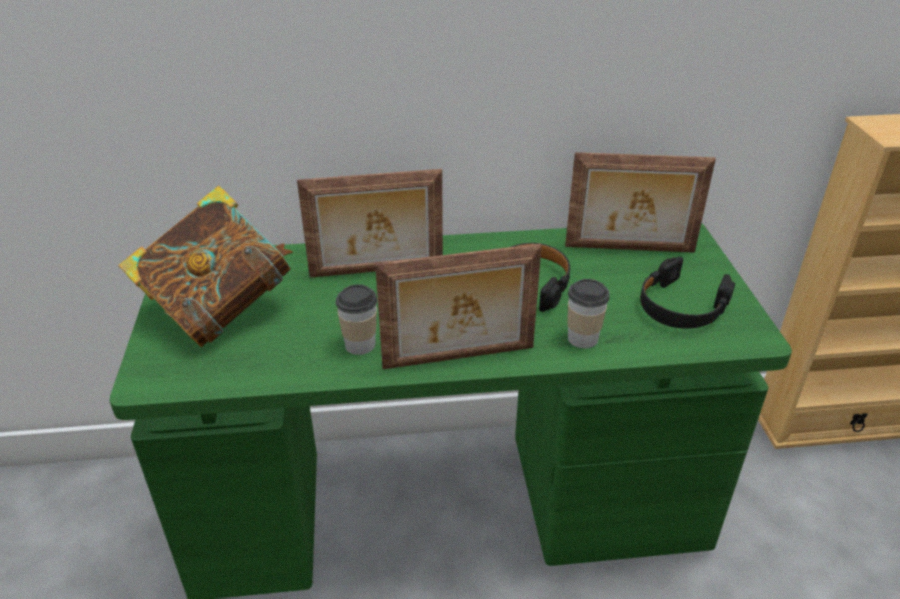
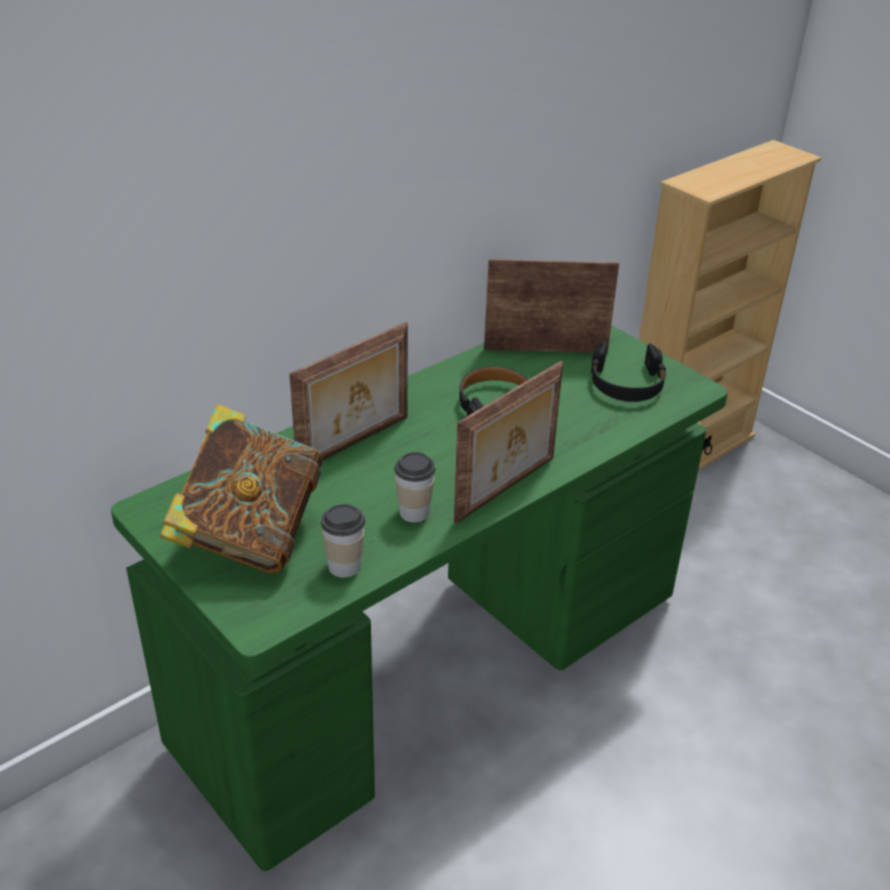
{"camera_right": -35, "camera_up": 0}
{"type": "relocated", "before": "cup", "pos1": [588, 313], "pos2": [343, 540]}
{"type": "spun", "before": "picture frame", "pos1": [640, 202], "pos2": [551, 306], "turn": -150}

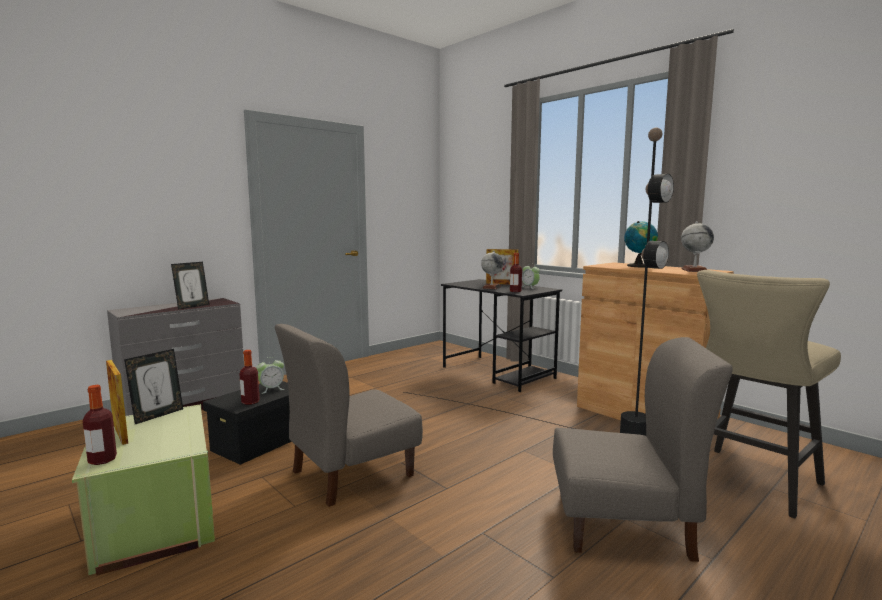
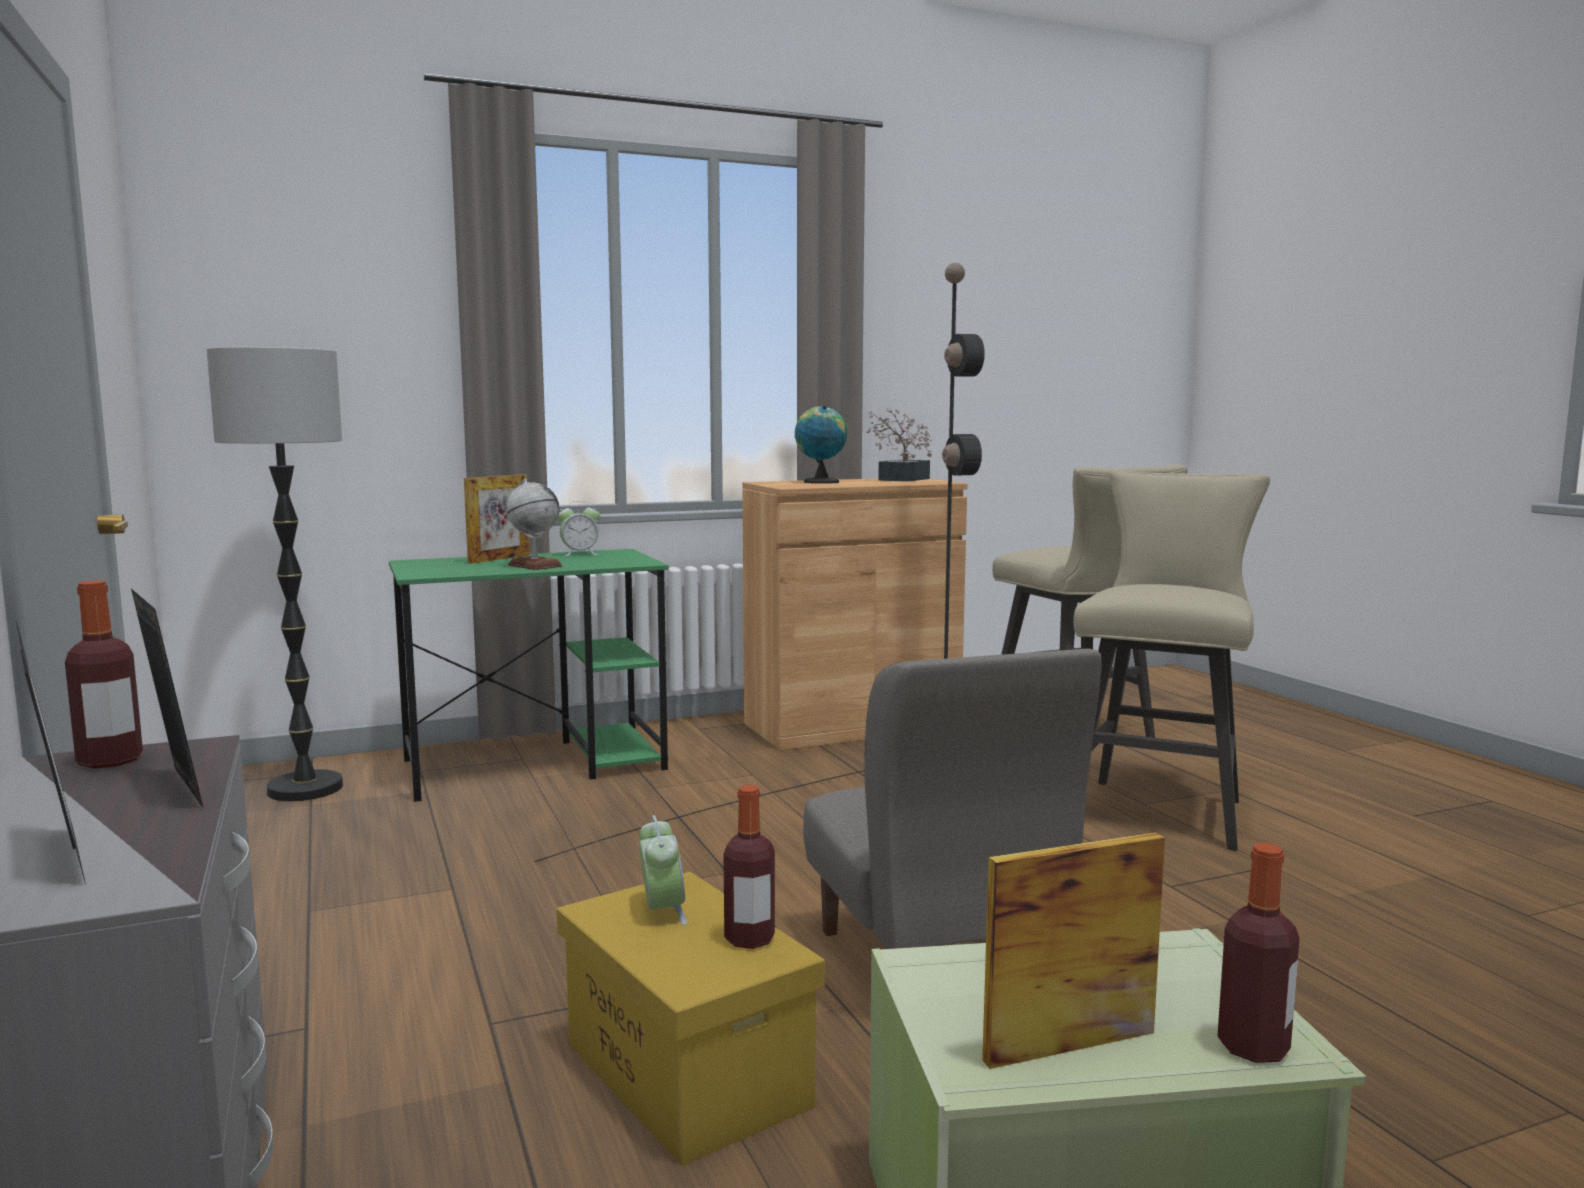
{"camera_right": -70, "camera_up": 0}
{"type": "relocated", "before": "picture frame", "pos1": [153, 386], "pos2": [51, 752]}
{"type": "relocated", "before": "bottle", "pos1": [516, 272], "pos2": [104, 674]}
{"type": "appeared", "after": "floor lamp", "pos2": [275, 574]}
{"type": "colour", "before": "desk (black)", "after": "desk (green)", "pos1": [501, 335], "pos2": [529, 675]}
{"type": "colour", "before": "storage box (black)", "after": "storage box (yellow)", "pos1": [247, 423], "pos2": [691, 1019]}
{"type": "exchanged", "before": "globe", "after": "potted plant", "pos1": [697, 246], "pos2": [899, 445]}
{"type": "exchanged", "before": "chair (grey)", "after": "stool (beige)", "pos1": [643, 449], "pos2": [1172, 661]}

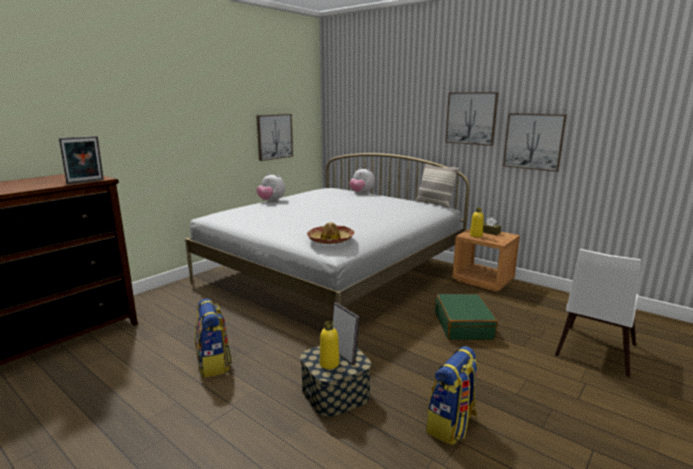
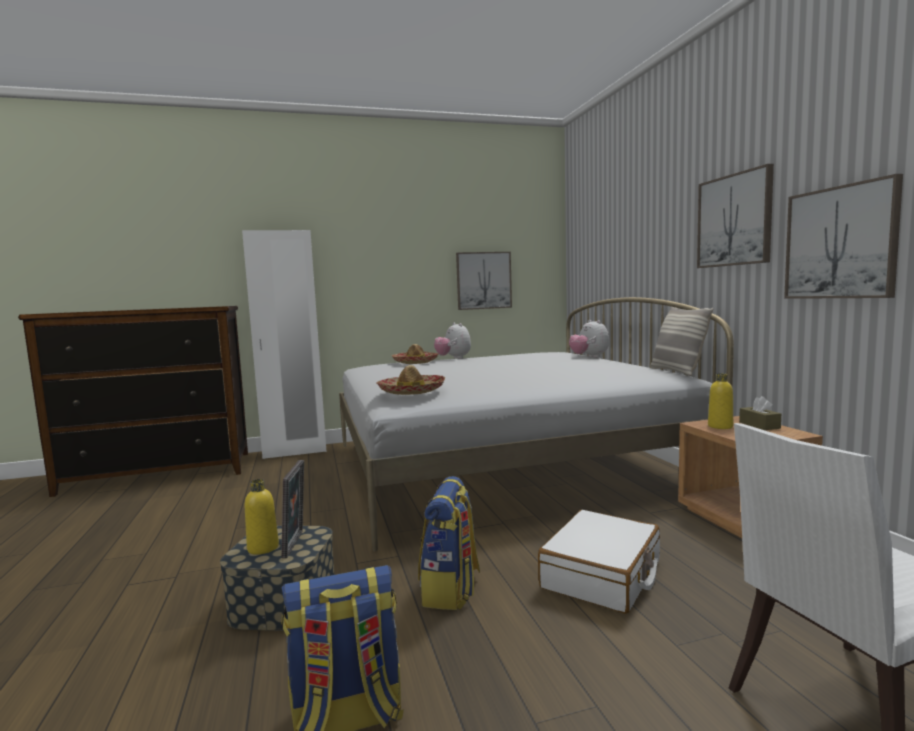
{"camera_right": 35, "camera_up": -10}
{"type": "appeared", "after": "wardrobe (white)", "pos2": [284, 344]}
{"type": "appeared", "after": "hat", "pos2": [415, 354]}
{"type": "relocated", "before": "backpack", "pos1": [213, 338], "pos2": [449, 543]}
{"type": "colour", "before": "suitcase (green)", "after": "suitcase (white)", "pos1": [466, 317], "pos2": [599, 562]}
{"type": "missing", "before": "picture frame", "pos1": [81, 160]}

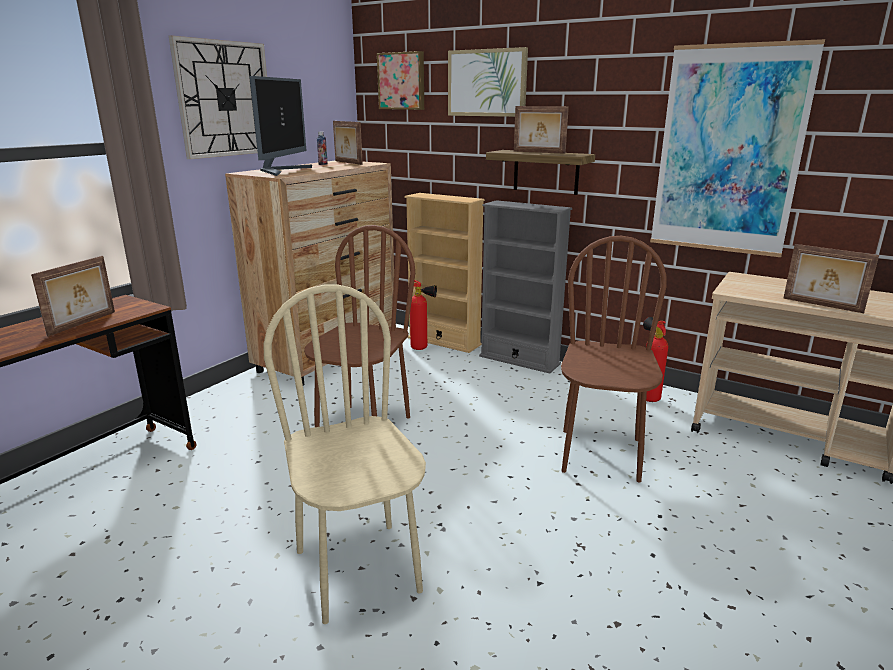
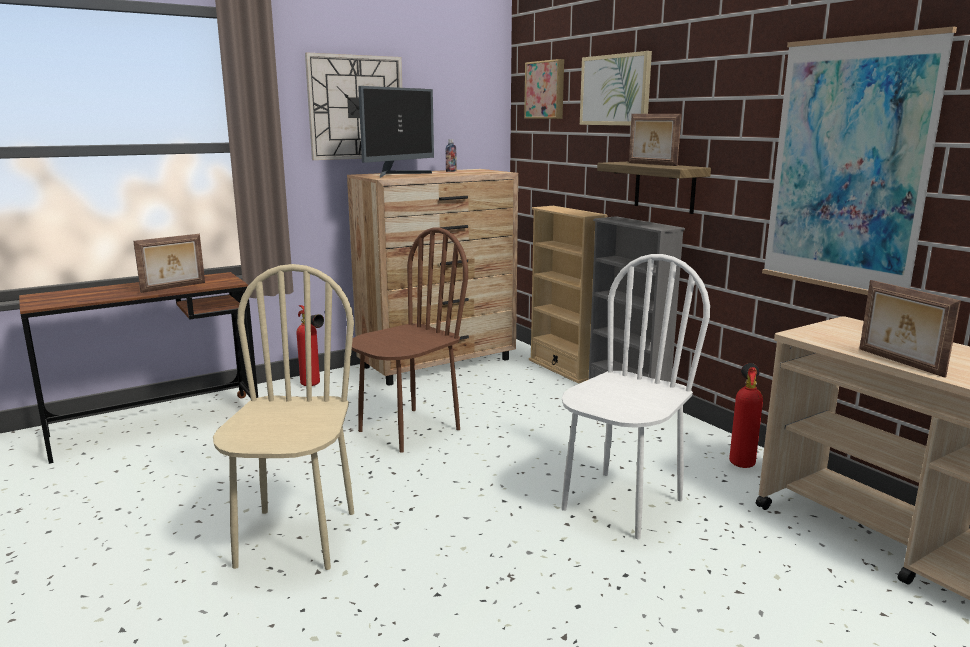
{"camera_right": 25, "camera_up": -5}
{"type": "relocated", "before": "fire extinguisher", "pos1": [423, 315], "pos2": [310, 345]}
{"type": "colour", "before": "chair (brown)", "after": "chair (white)", "pos1": [614, 359], "pos2": [635, 396]}
{"type": "missing", "before": "picture frame", "pos1": [348, 143]}

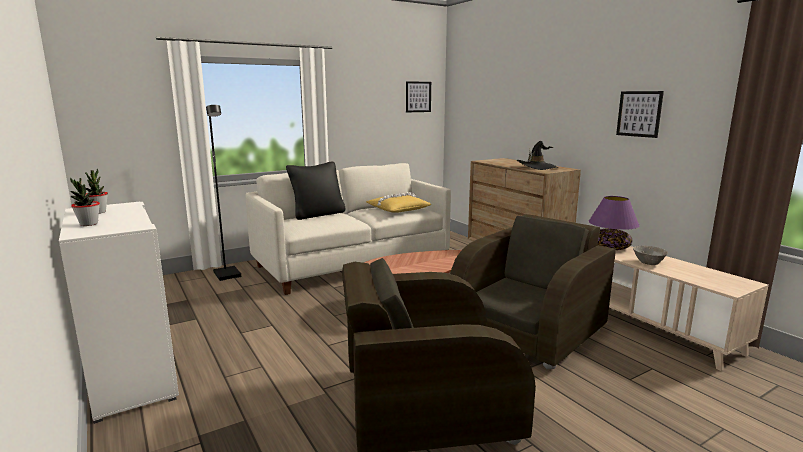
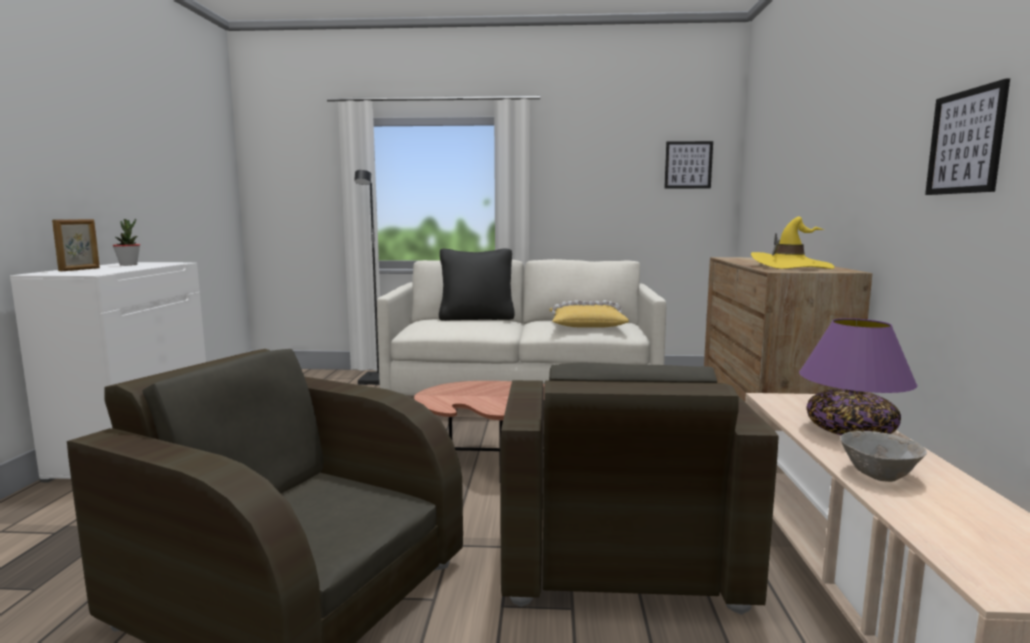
{"camera_right": 35, "camera_up": -5}
{"type": "exchanged", "before": "potted plant", "after": "picture frame", "pos1": [85, 202], "pos2": [76, 245]}
{"type": "spun", "before": "armchair (brown)", "pos1": [533, 291], "pos2": [639, 489], "turn": 105}
{"type": "colour", "before": "hat (black)", "after": "hat (yellow)", "pos1": [537, 155], "pos2": [793, 243]}

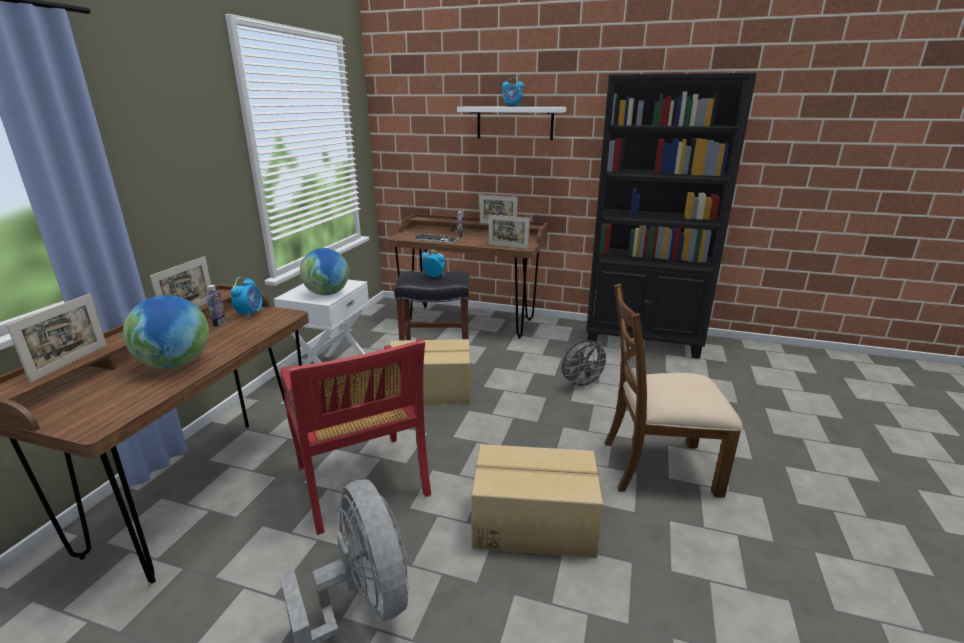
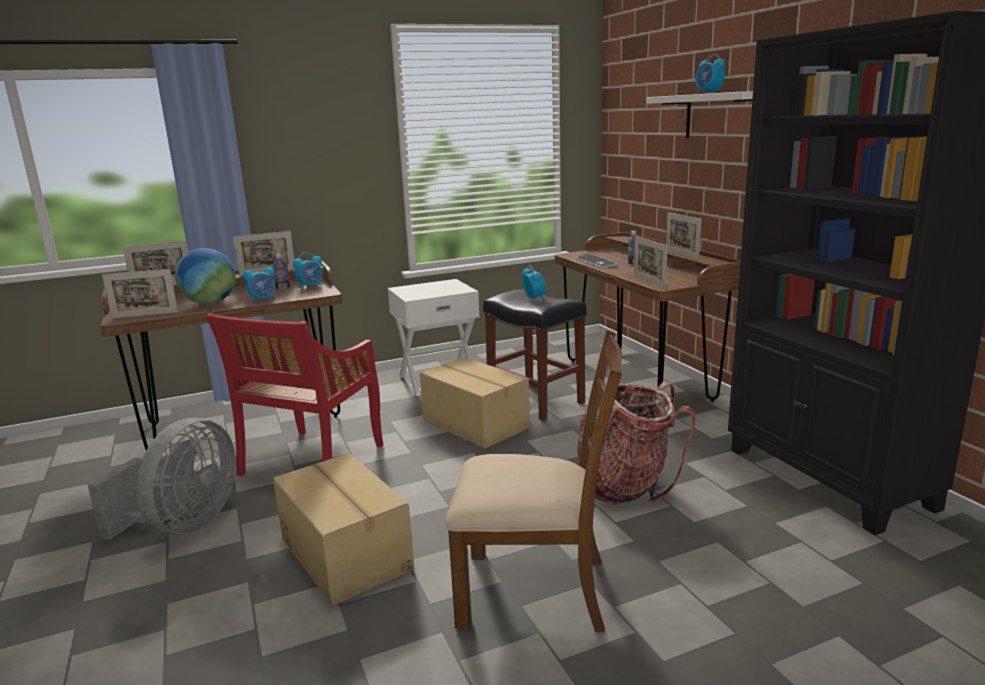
{"camera_right": 50, "camera_up": -5}
{"type": "appeared", "after": "picture frame", "pos2": [140, 293]}
{"type": "appeared", "after": "alarm clock", "pos2": [259, 283]}
{"type": "spun", "before": "chair (brown)", "pos1": [673, 390], "pos2": [533, 480], "turn": 135}
{"type": "exchanged", "before": "fan (grey)", "after": "backpack", "pos1": [586, 365], "pos2": [636, 443]}
{"type": "missing", "before": "globe", "pos1": [324, 271]}

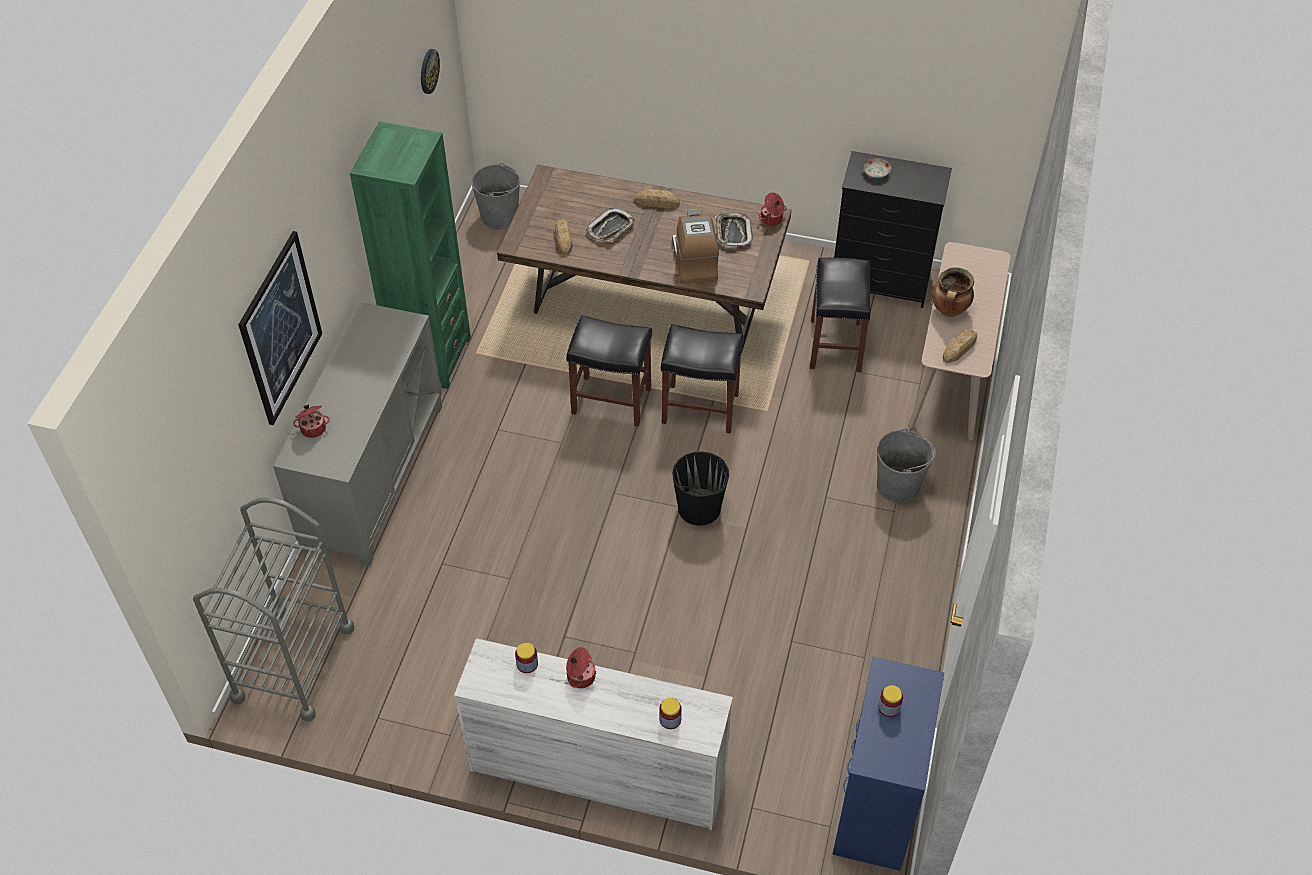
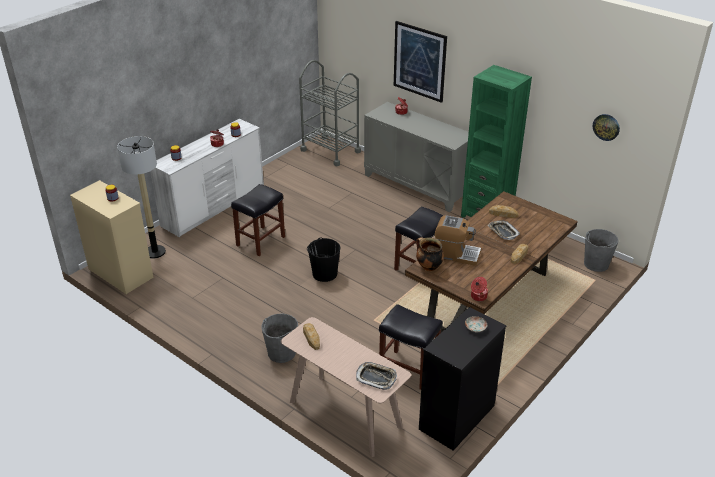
{"camera_right": 115, "camera_up": -15}
{"type": "colour", "before": "dresser (blue)", "after": "dresser (beige)", "pos1": [888, 764], "pos2": [112, 237]}
{"type": "appeared", "after": "floor lamp", "pos2": [141, 197]}
{"type": "relocated", "before": "stool (black)", "pos1": [702, 378], "pos2": [258, 220]}
{"type": "relocated", "before": "tray", "pos1": [734, 230], "pos2": [376, 376]}
{"type": "relocated", "before": "cooking pot", "pos1": [953, 292], "pos2": [430, 254]}

